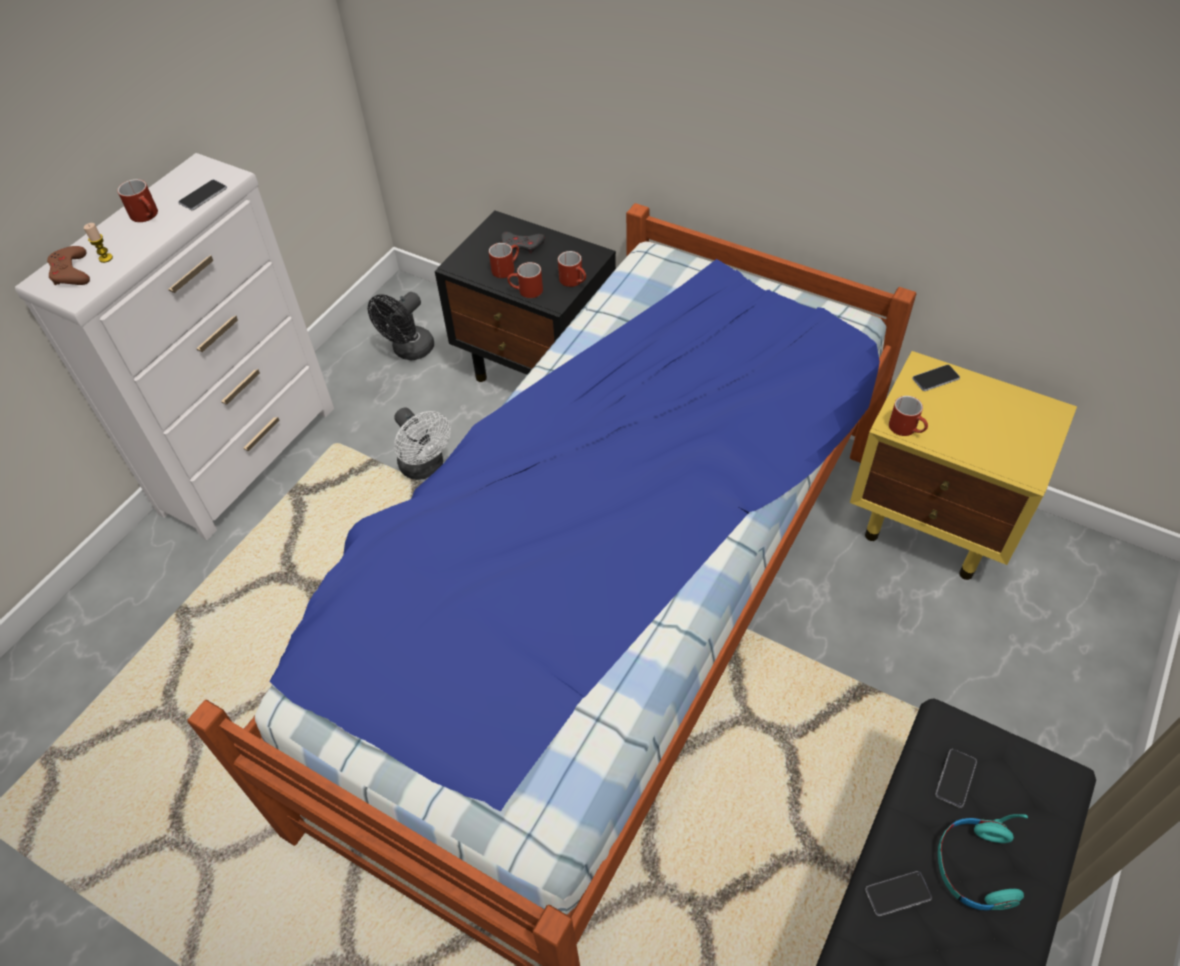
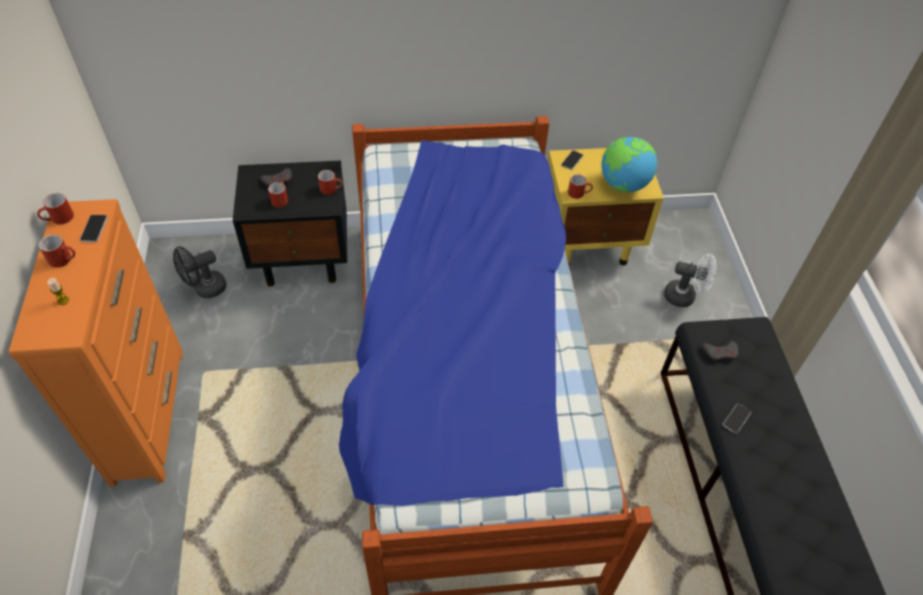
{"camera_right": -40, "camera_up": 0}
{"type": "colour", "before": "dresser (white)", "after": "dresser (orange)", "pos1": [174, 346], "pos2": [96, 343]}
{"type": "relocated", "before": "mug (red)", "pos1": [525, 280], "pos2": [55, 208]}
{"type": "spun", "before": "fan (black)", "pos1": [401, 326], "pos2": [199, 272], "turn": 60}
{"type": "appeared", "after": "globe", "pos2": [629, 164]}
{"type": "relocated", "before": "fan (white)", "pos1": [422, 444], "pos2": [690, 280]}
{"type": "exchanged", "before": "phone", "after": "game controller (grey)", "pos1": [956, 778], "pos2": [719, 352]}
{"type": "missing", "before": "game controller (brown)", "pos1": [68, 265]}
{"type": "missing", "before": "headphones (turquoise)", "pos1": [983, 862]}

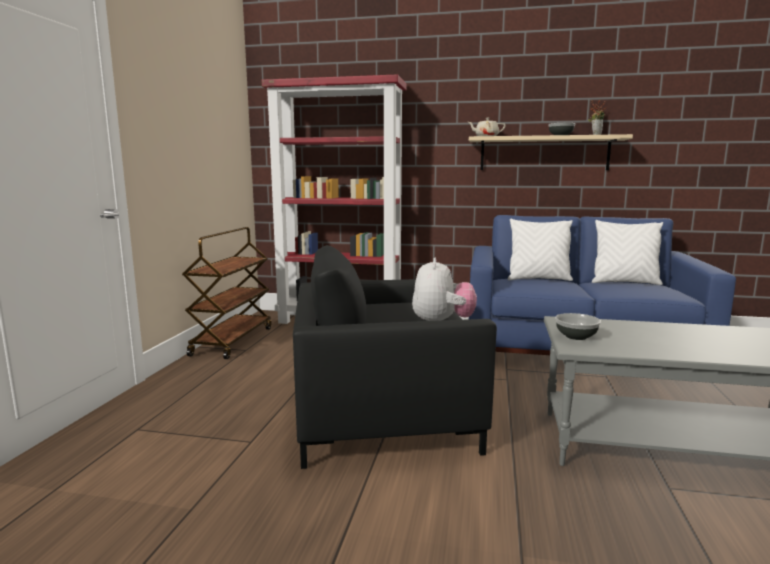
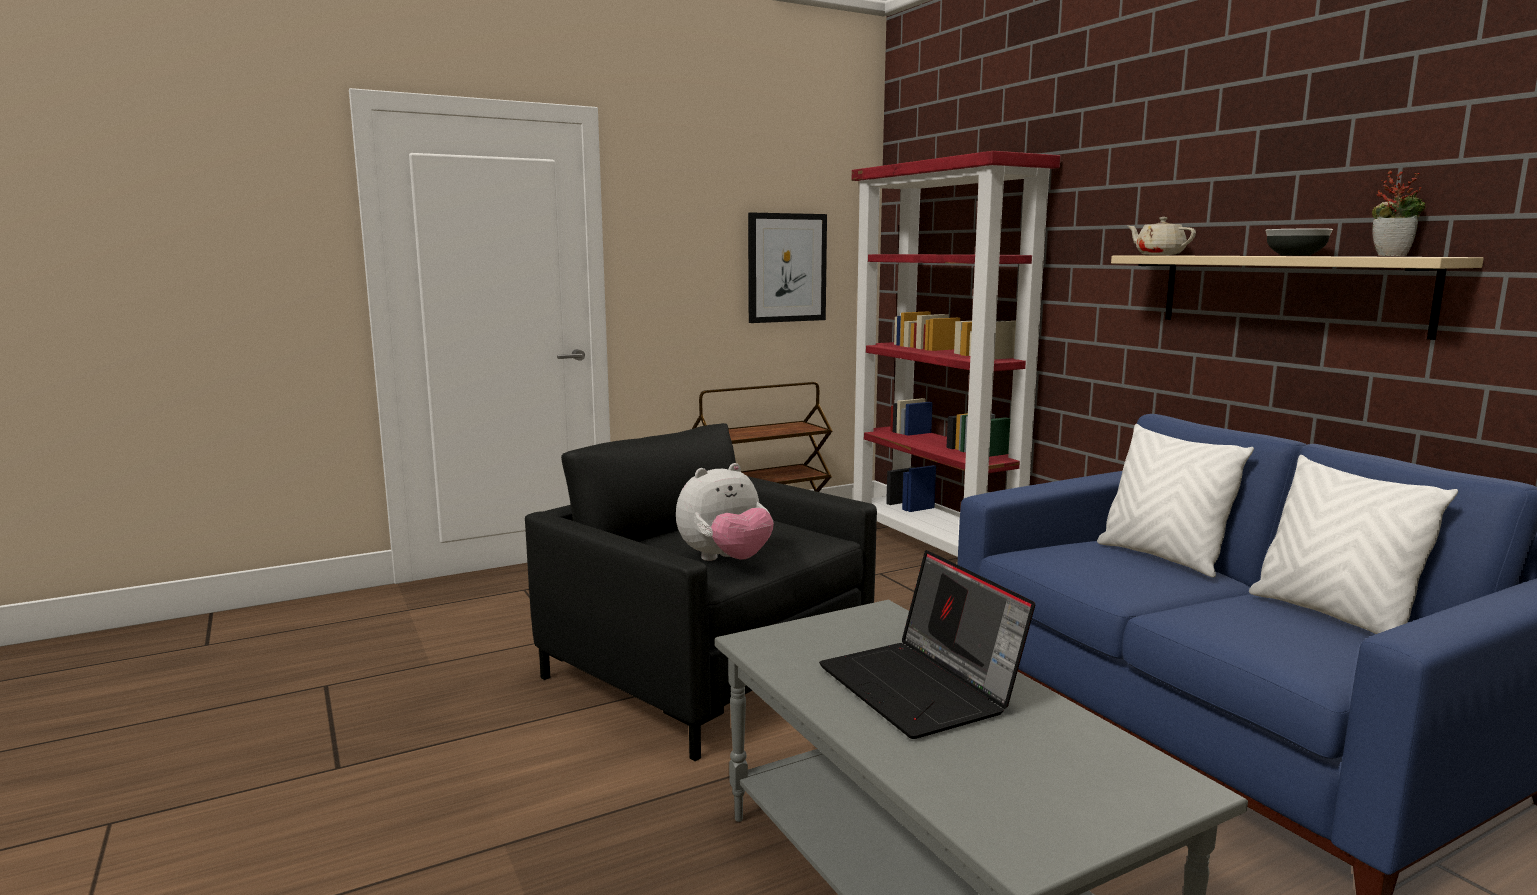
{"camera_right": 50, "camera_up": 0}
{"type": "appeared", "after": "picture", "pos2": [787, 268]}
{"type": "appeared", "after": "laptop", "pos2": [927, 644]}
{"type": "missing", "before": "bowl", "pos1": [578, 326]}

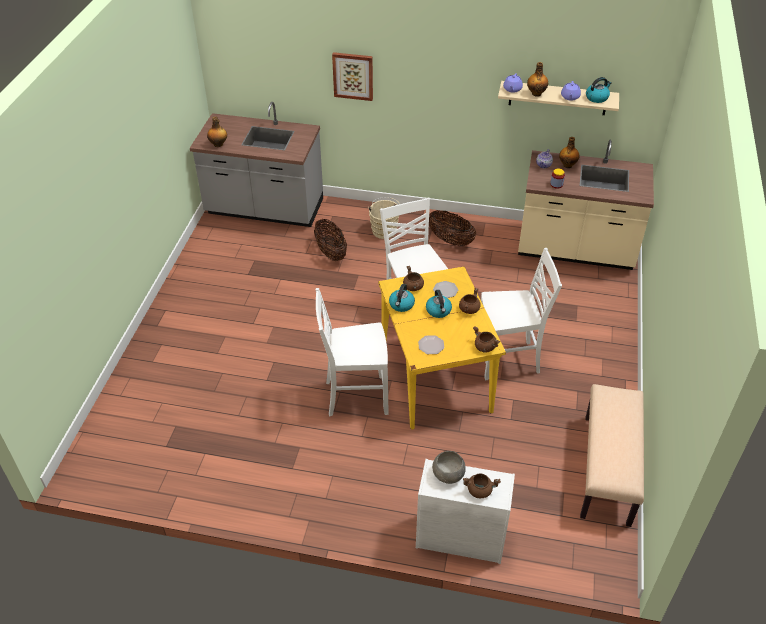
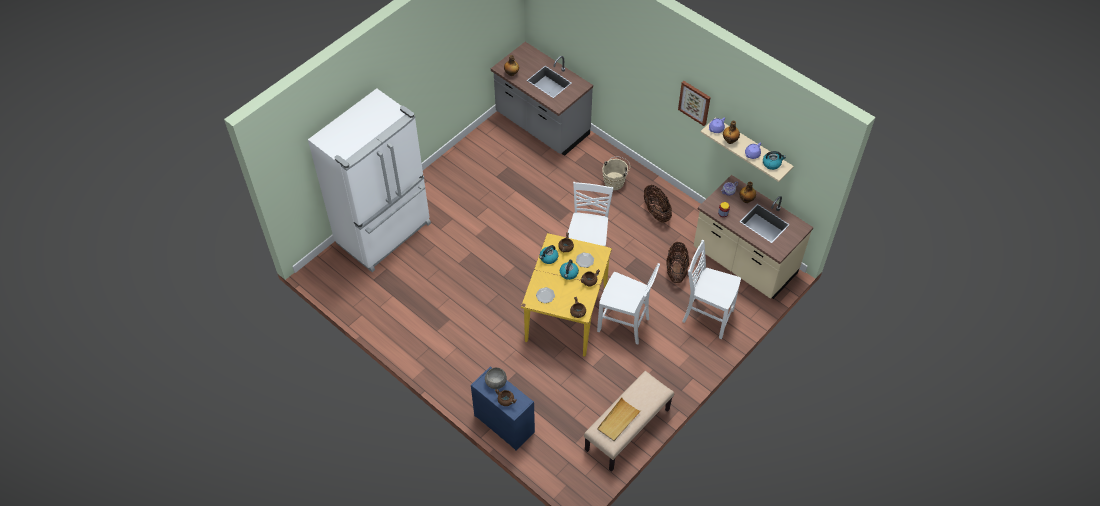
{"camera_right": 30, "camera_up": 10}
{"type": "appeared", "after": "fridge (white)", "pos2": [369, 180]}
{"type": "colour", "before": "dresser (white)", "after": "dresser (blue)", "pos1": [465, 511], "pos2": [503, 408]}
{"type": "appeared", "after": "tray (beige)", "pos2": [619, 419]}
{"type": "relocated", "before": "basket", "pos1": [330, 240], "pos2": [677, 262]}
{"type": "relocated", "before": "picture", "pos1": [352, 76], "pos2": [694, 103]}
{"type": "relocated", "before": "chair (white)", "pos1": [352, 352], "pos2": [711, 289]}

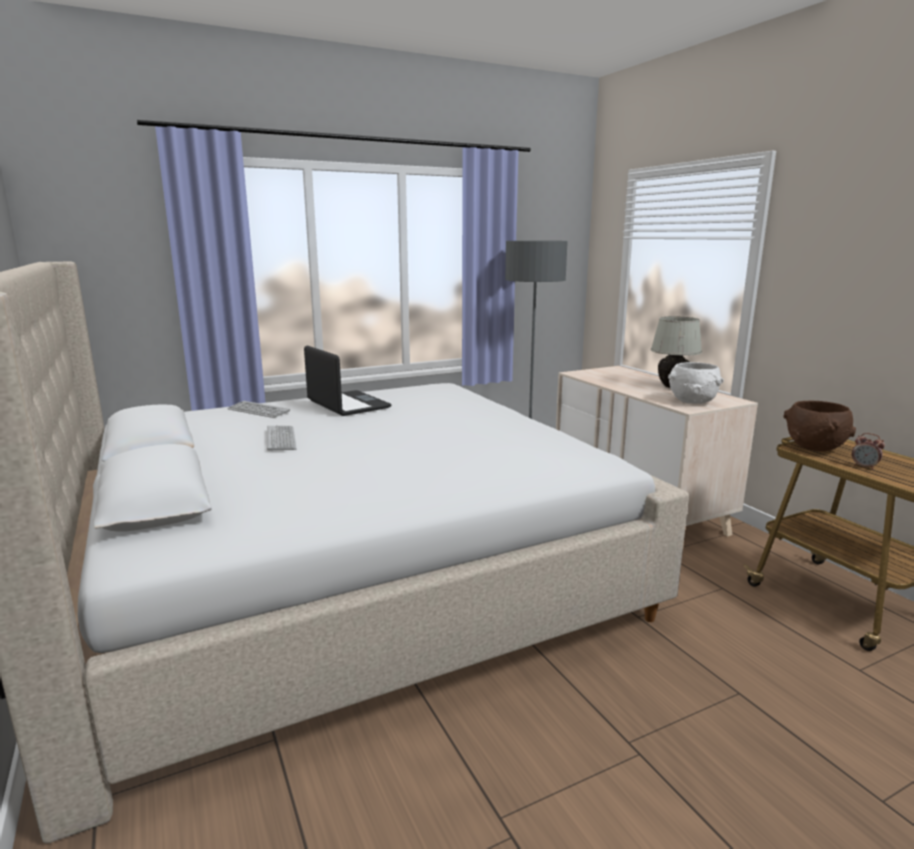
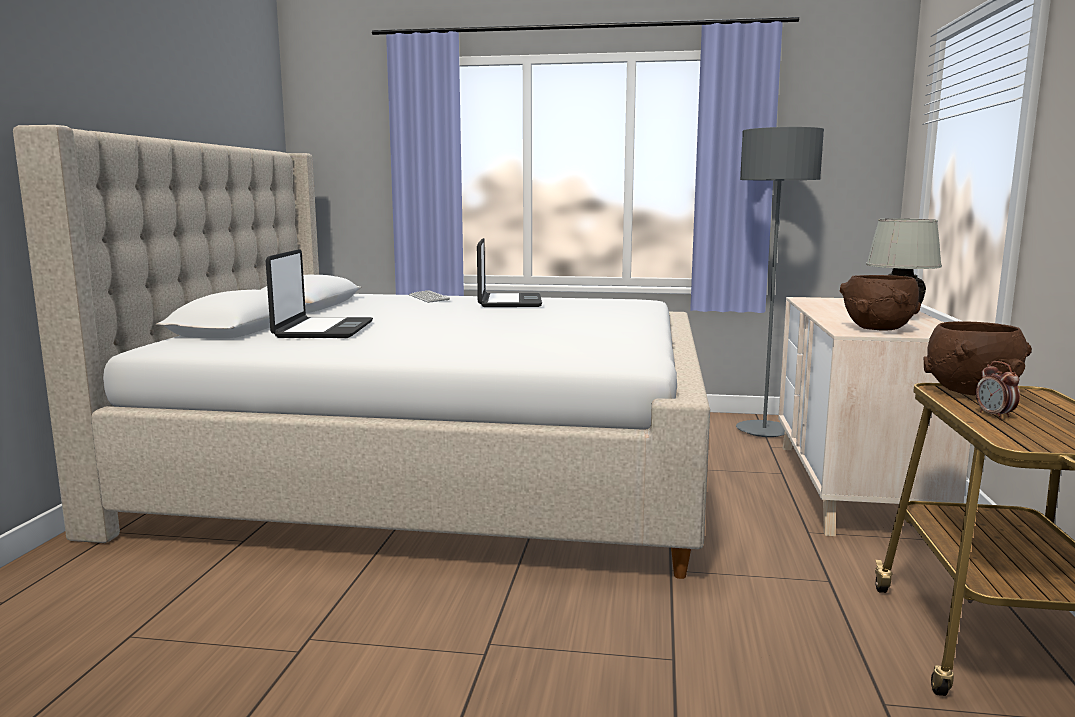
{"camera_right": 35, "camera_up": -5}
{"type": "appeared", "after": "laptop", "pos2": [319, 293]}
{"type": "colour", "before": "bowl (white)", "after": "bowl (brown)", "pos1": [696, 383], "pos2": [880, 303]}
{"type": "missing", "before": "keyboard", "pos1": [282, 438]}

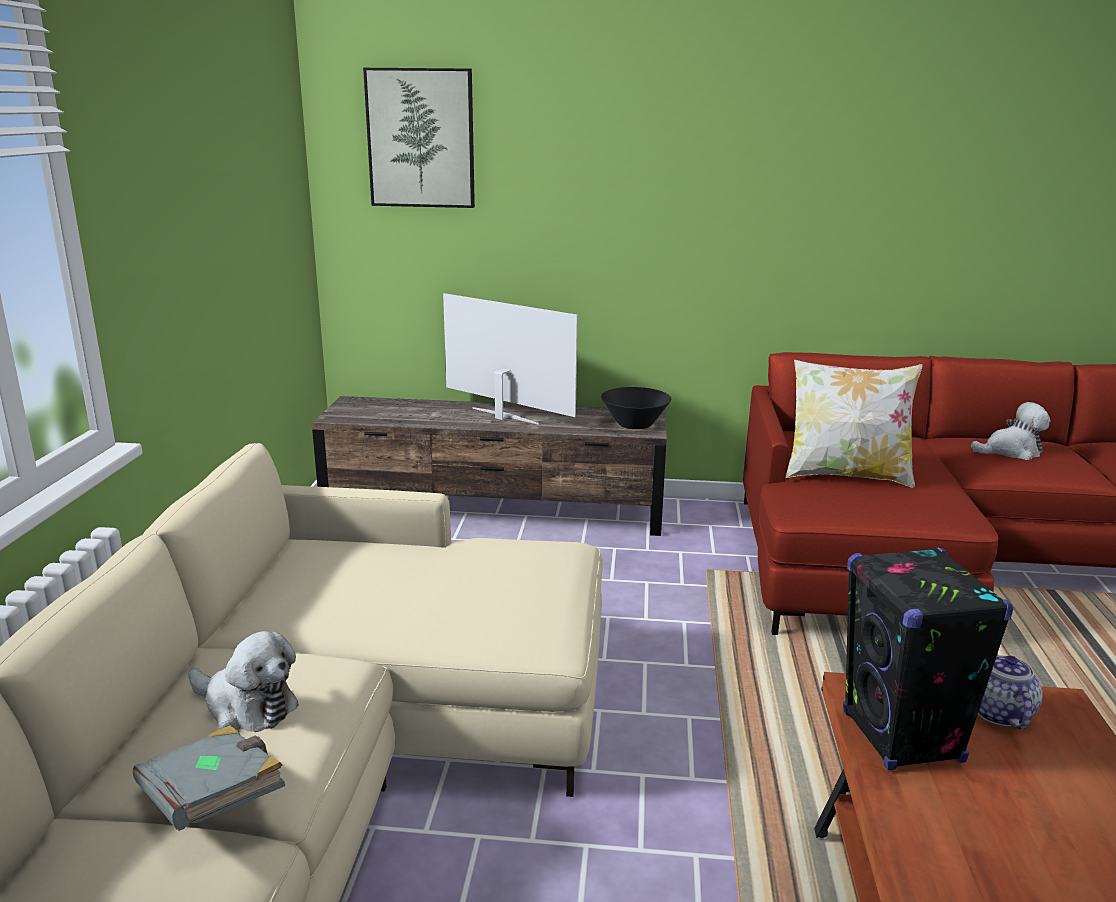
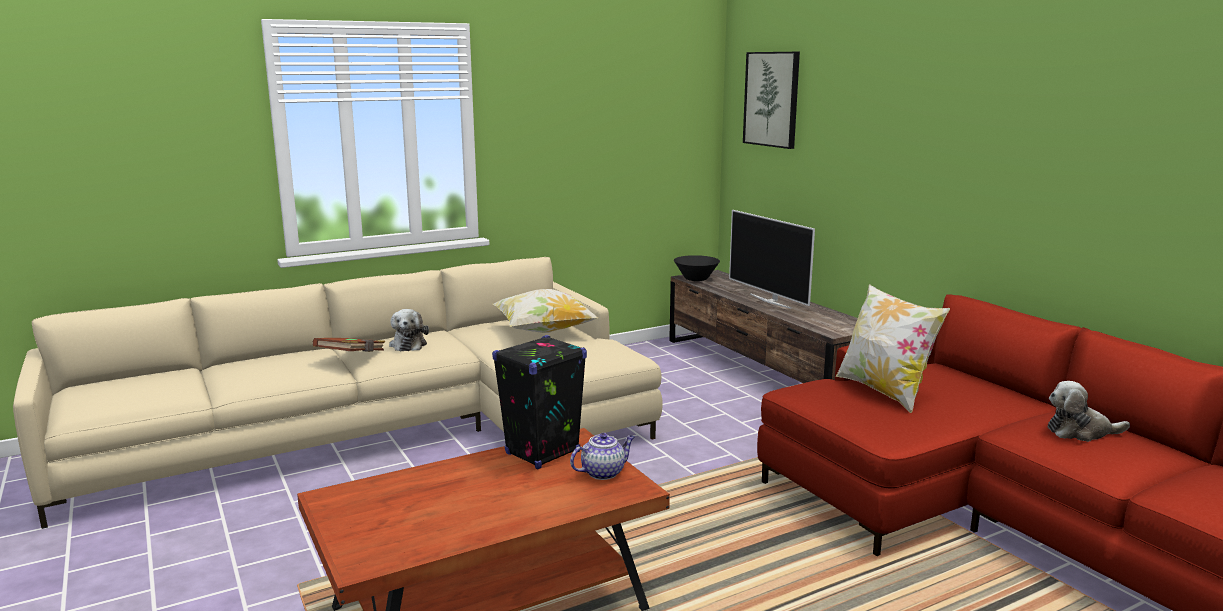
{"camera_right": 55, "camera_up": -5}
{"type": "colour", "before": "book (grey)", "after": "book (brown)", "pos1": [209, 778], "pos2": [349, 345]}
{"type": "appeared", "after": "pillow", "pos2": [545, 311]}
{"type": "relocated", "before": "bowl (black)", "pos1": [636, 408], "pos2": [697, 268]}
{"type": "spun", "before": "television", "pos1": [510, 359], "pos2": [772, 259], "turn": 150}
{"type": "spun", "before": "plush toy", "pos1": [1010, 431], "pos2": [1089, 411], "turn": 135}

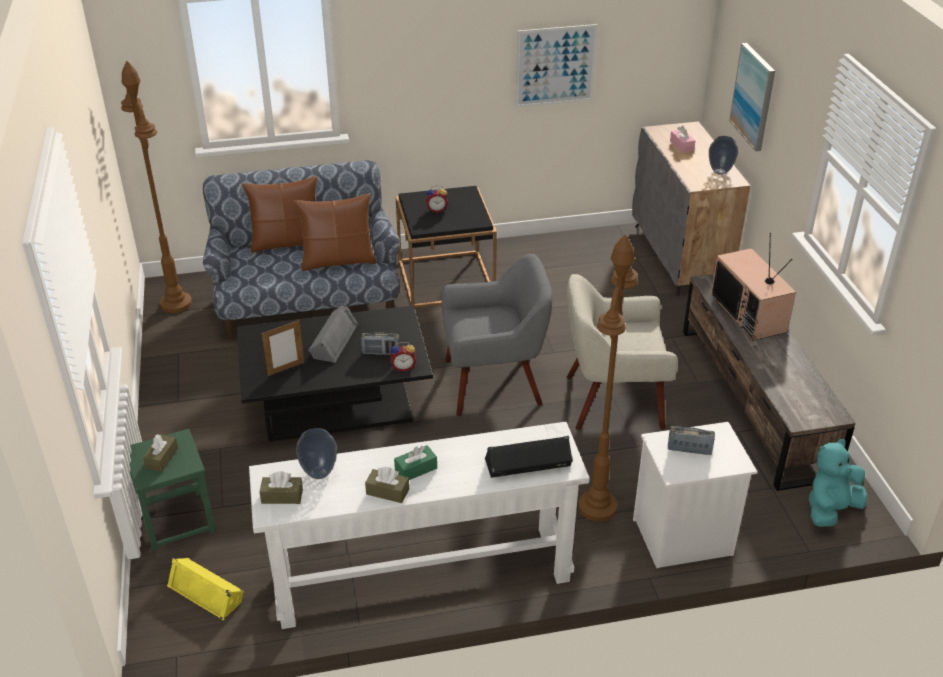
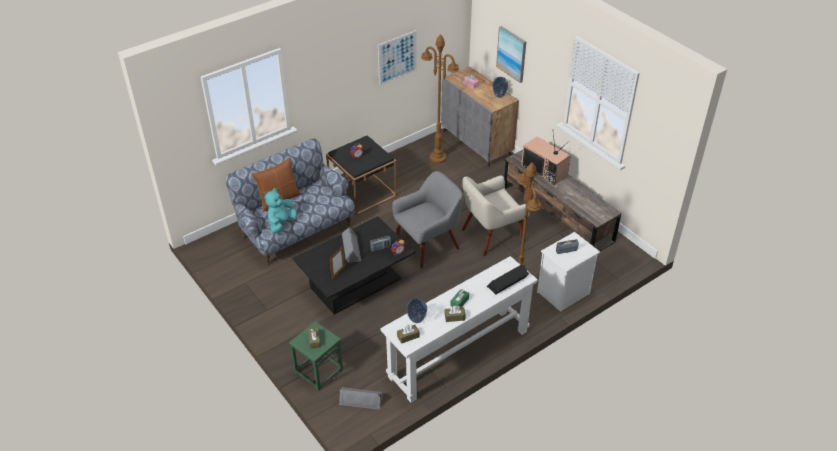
{"camera_right": -25, "camera_up": 5}
{"type": "relocated", "before": "plush toy (turquoise)", "pos1": [838, 483], "pos2": [280, 211]}
{"type": "colour", "before": "speaker (yellow)", "after": "speaker (grey)", "pos1": [205, 589], "pos2": [361, 398]}
{"type": "relocated", "before": "floor lamp (brown)", "pos1": [156, 187], "pos2": [440, 98]}
{"type": "missing", "before": "pillow (brown)", "pos1": [335, 232]}

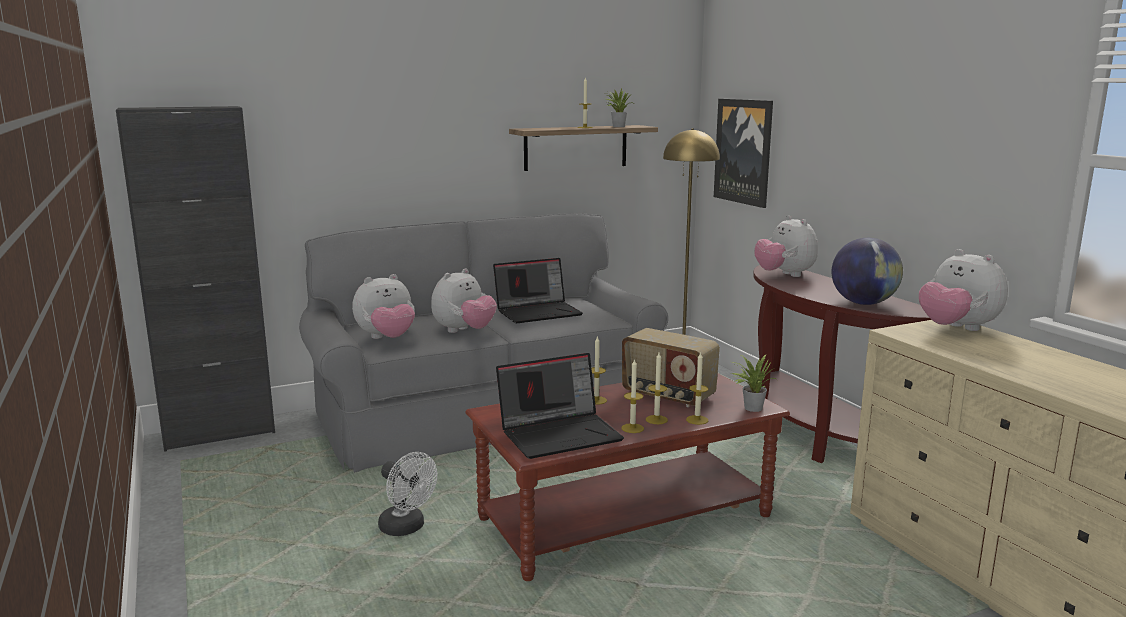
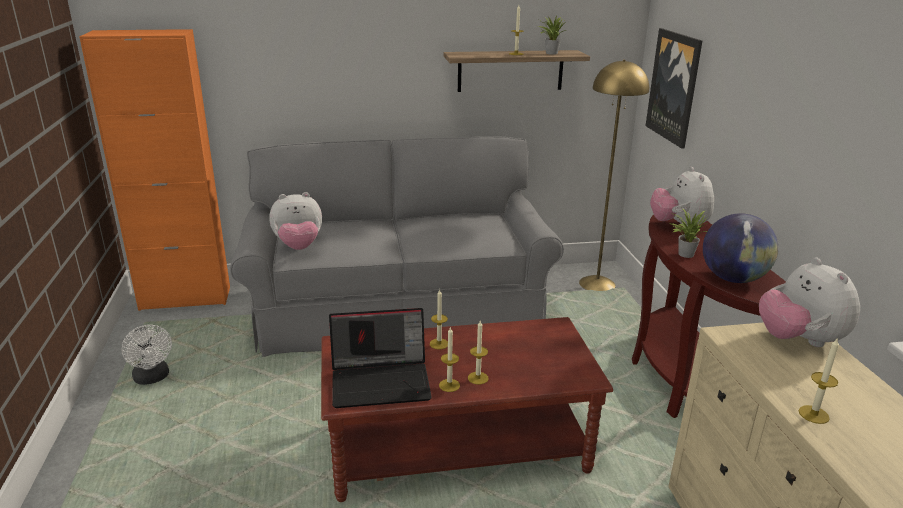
{"camera_right": 15, "camera_up": 10}
{"type": "colour", "before": "cabinet (black)", "after": "cabinet (orange)", "pos1": [195, 279], "pos2": [154, 170]}
{"type": "relocated", "before": "fan (white)", "pos1": [407, 494], "pos2": [146, 355]}
{"type": "relocated", "before": "potted plant", "pos1": [754, 383], "pos2": [688, 233]}
{"type": "relocated", "before": "candle", "pos1": [697, 388], "pos2": [819, 380]}
{"type": "missing", "before": "plush toy", "pos1": [464, 300]}
{"type": "missing", "before": "laptop", "pos1": [538, 290]}
{"type": "missing", "before": "radio", "pos1": [671, 367]}

